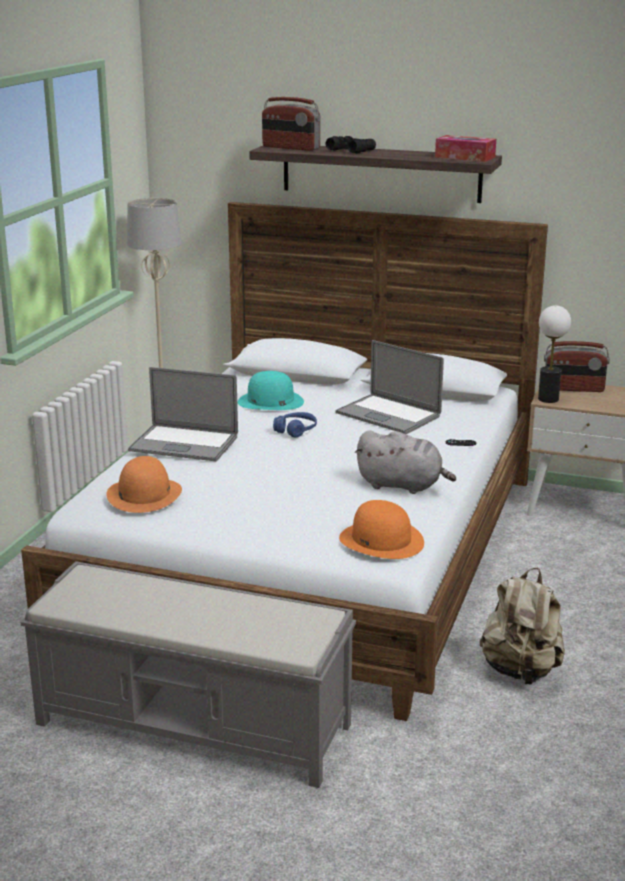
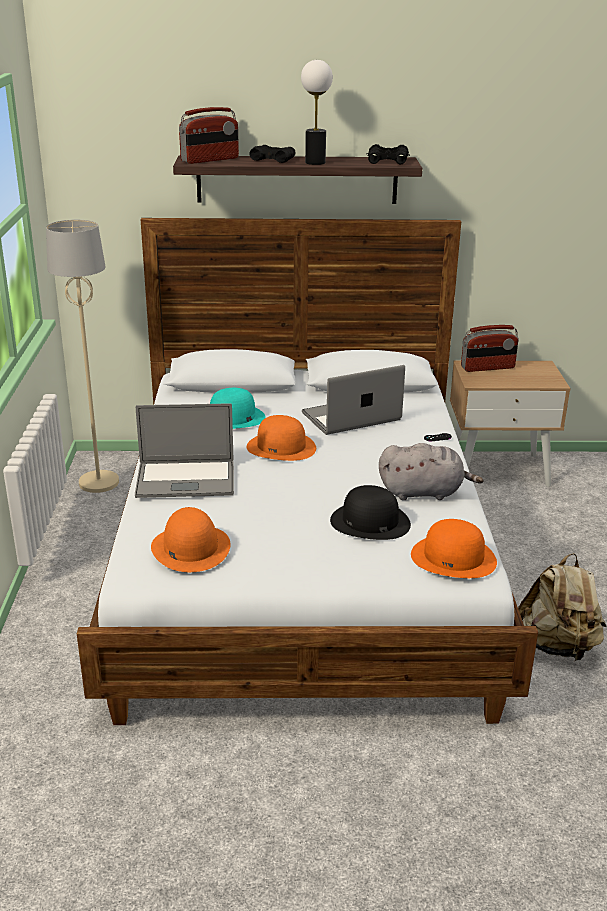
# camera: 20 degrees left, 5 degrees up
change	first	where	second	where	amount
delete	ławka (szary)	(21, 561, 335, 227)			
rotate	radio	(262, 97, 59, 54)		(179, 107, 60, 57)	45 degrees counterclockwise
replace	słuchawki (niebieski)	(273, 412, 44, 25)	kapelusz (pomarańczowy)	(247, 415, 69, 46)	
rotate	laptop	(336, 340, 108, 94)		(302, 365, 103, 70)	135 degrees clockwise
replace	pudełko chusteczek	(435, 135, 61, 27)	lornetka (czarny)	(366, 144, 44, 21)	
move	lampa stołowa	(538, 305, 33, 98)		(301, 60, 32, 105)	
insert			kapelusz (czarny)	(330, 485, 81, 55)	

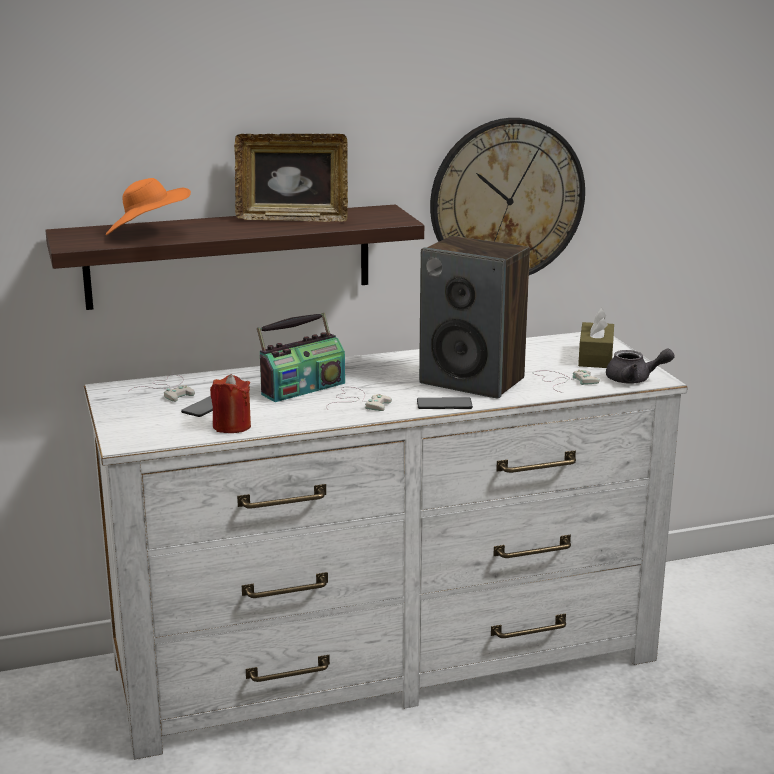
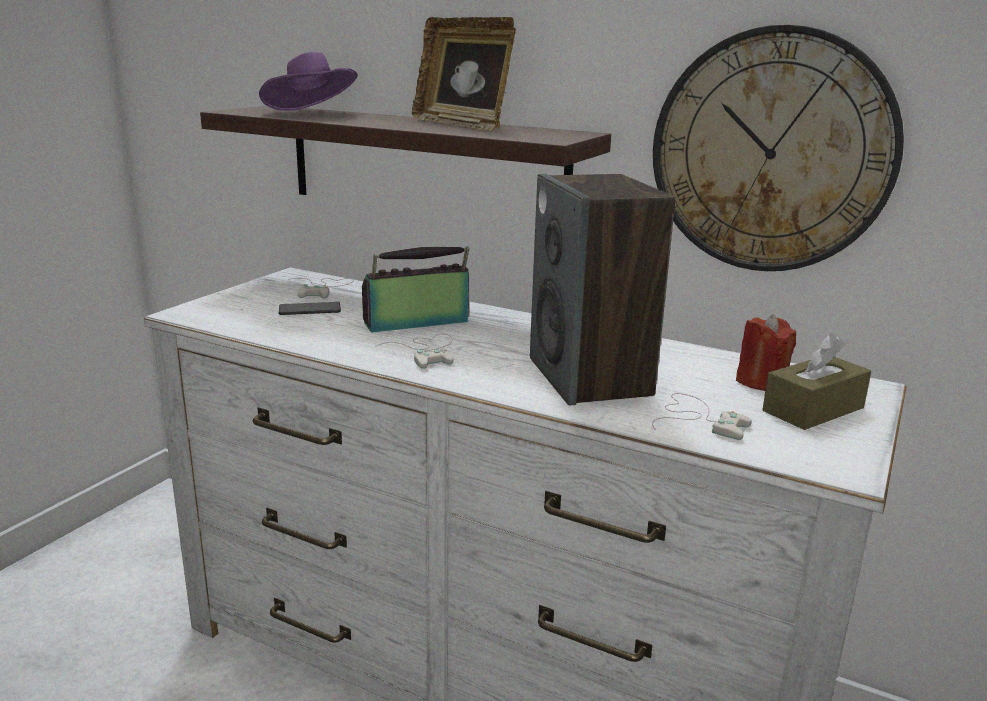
# camera: 45 degrees right, 0 degrees up
change	first	where	second	where	amount
recolor	kapelusz (pomarańczowy)	(106, 178, 85, 57)	kapelusz (fioletowy)	(259, 52, 99, 59)	
move	świeca (czerwony)	(210, 374, 41, 59)		(736, 314, 61, 77)	
rotate	radio	(257, 313, 88, 89)		(362, 247, 107, 86)	150 degrees clockwise
delete	telefon	(417, 397, 56, 12)			
delete	imbryk (szary)	(606, 348, 69, 36)			

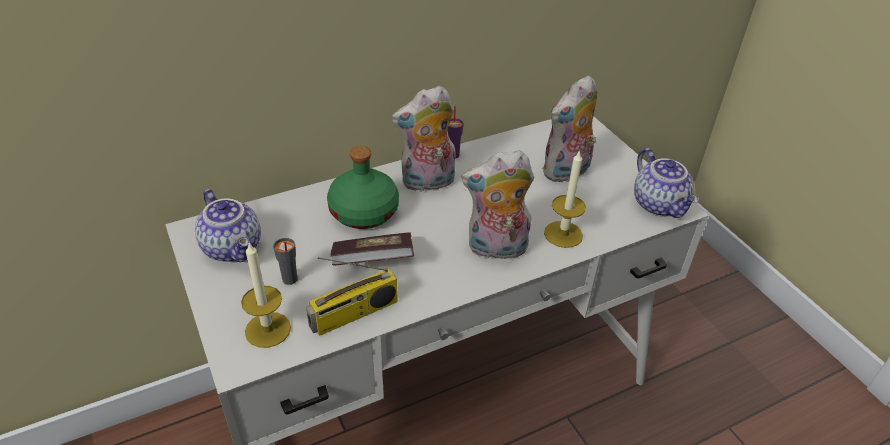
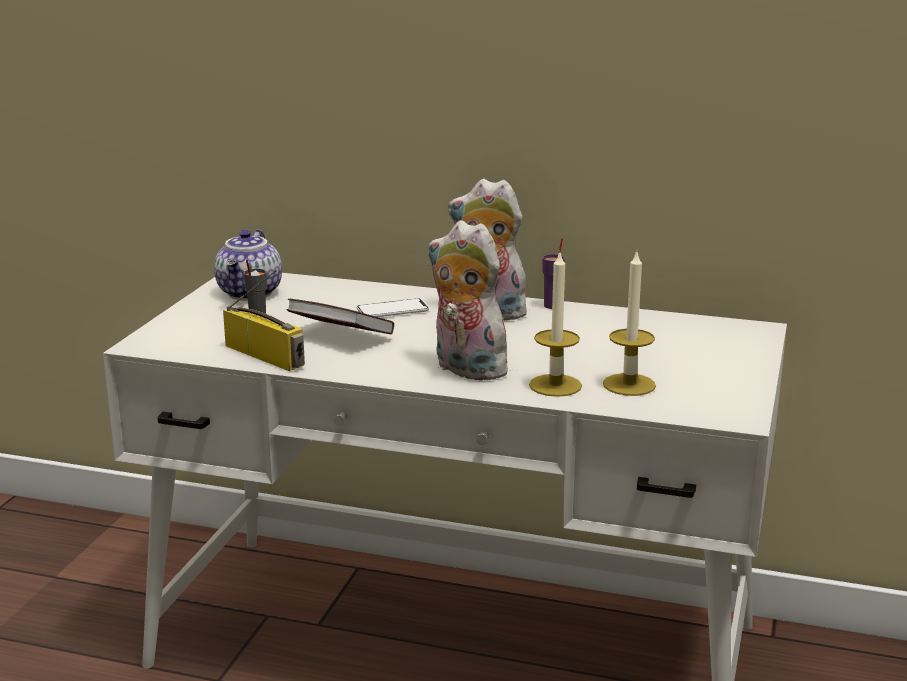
# camera: 45 degrees right, 20 degrees down
change	first	where	second	where	amount
move	świeca	(241, 242, 50, 106)		(603, 250, 53, 146)	
rotate	radio	(306, 257, 92, 79)		(223, 270, 82, 101)	150 degrees counterclockwise
replace	butelka (zielony)	(327, 146, 72, 83)	telefon	(356, 298, 73, 19)	
delete	pluszak	(542, 75, 55, 107)			
delete	imbryk	(634, 148, 65, 70)			

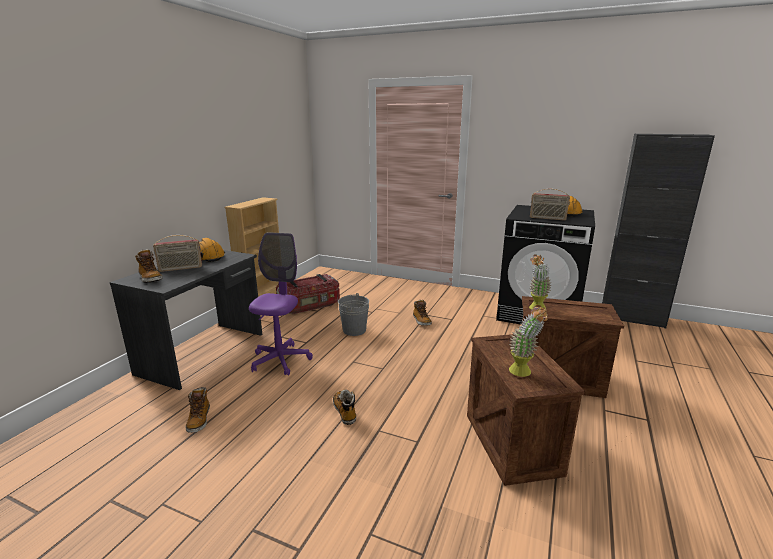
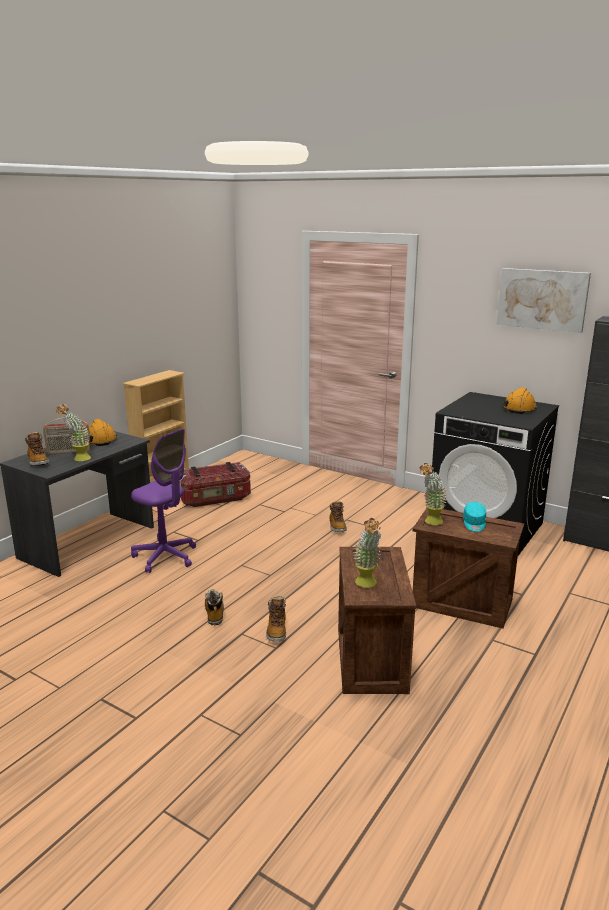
# camera: 10 degrees right, 0 degrees up
change	first	where	second	where	amount
move	but z cholewką	(185, 387, 25, 46)		(266, 596, 20, 46)	
rotate	krzesło biurowe (fioletowy)	(249, 232, 64, 143)		(131, 428, 65, 145)	105 degrees clockwise
delete	wiadro (szary)	(338, 293, 31, 43)			
delete	radio	(530, 189, 40, 32)			
insert			roślina doniczkowa	(56, 404, 35, 57)	
insert			czapka z daszkiem (turkusowy)	(463, 502, 23, 30)	
insert			obraz	(496, 268, 95, 65)	

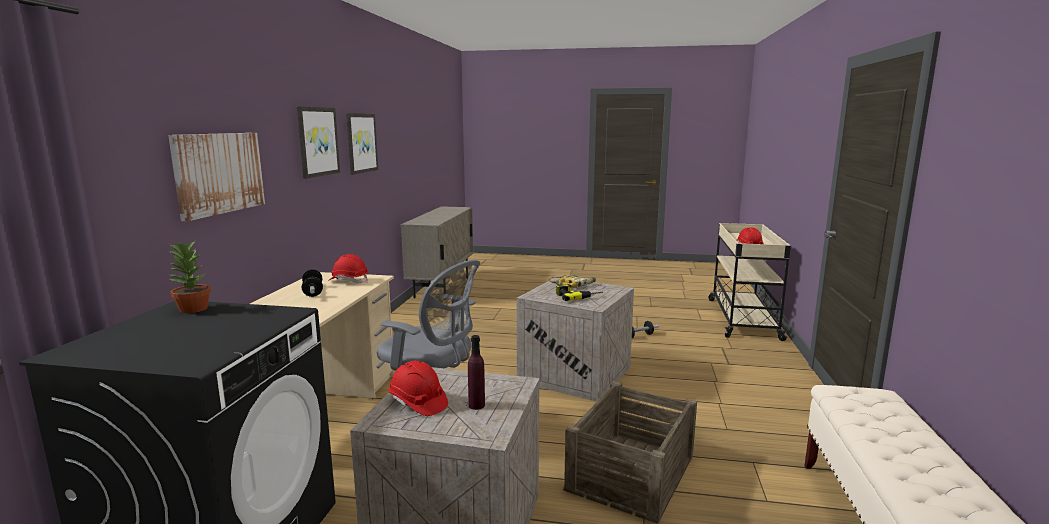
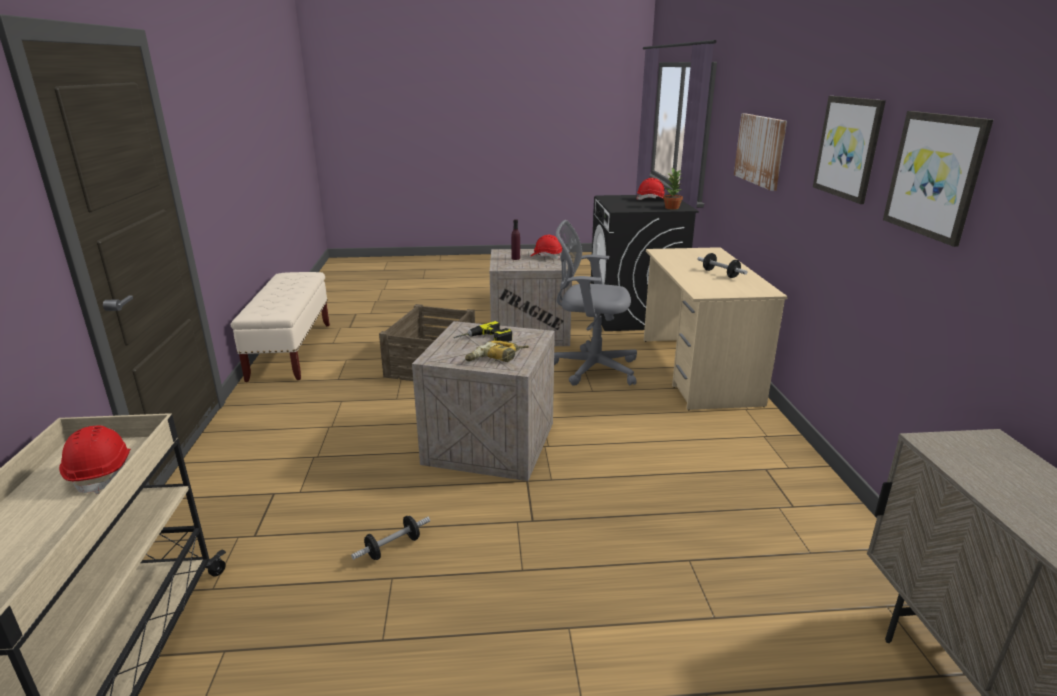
# camera: 165 degrees right, 10 degrees up
change	first	where	second	where	amount
move	kask (czerwony)	(328, 254, 40, 29)		(636, 178, 29, 22)	

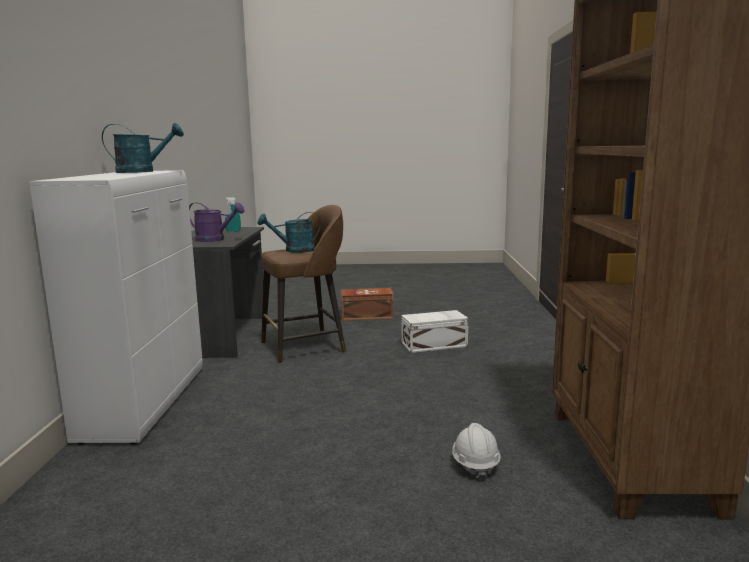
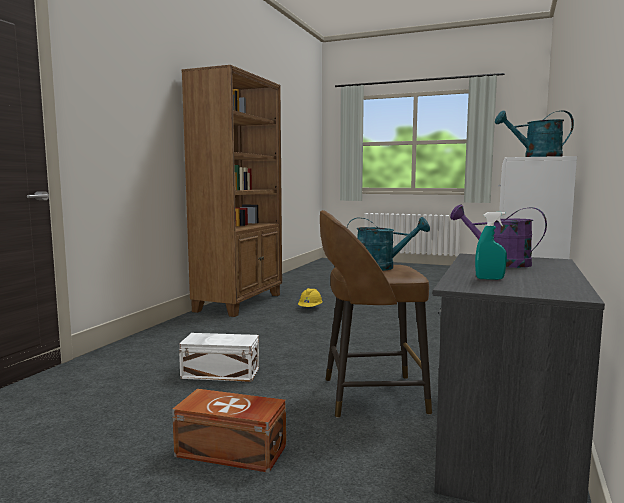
# camera: 160 degrees left, 5 degrees down
change	first	where	second	where	amount
recolor	kask (biały)	(452, 423, 49, 57)	kask (żółty)	(298, 288, 25, 19)	

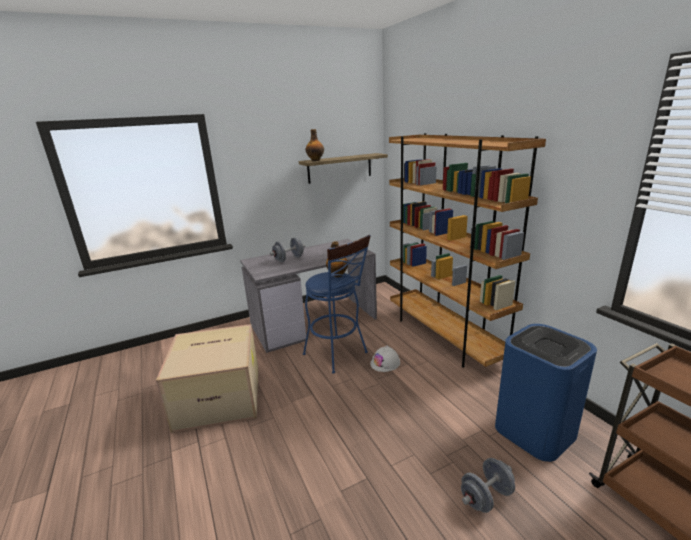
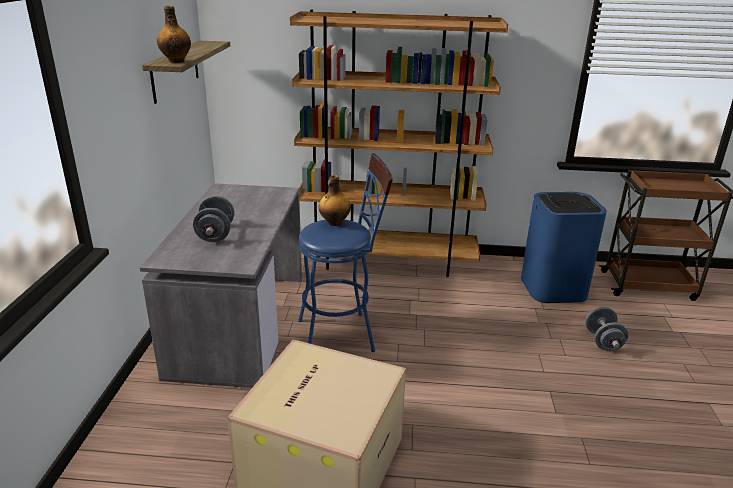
# camera: 60 degrees left, 5 degrees up
change	first	where	second	where	amount
delete	kask (biały)	(370, 345, 30, 27)			

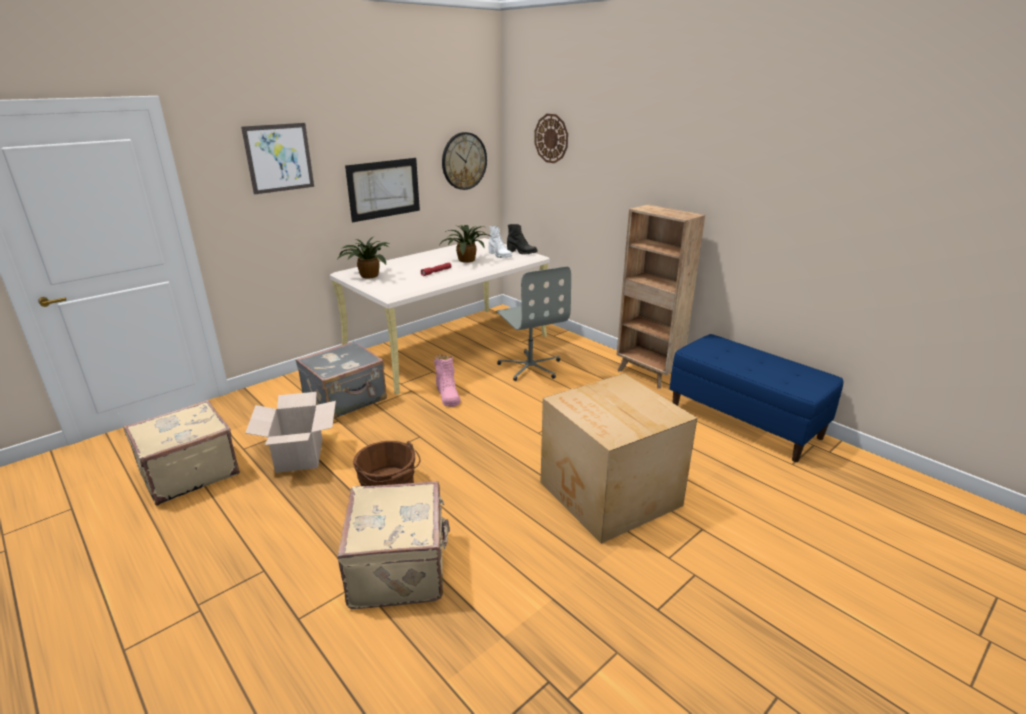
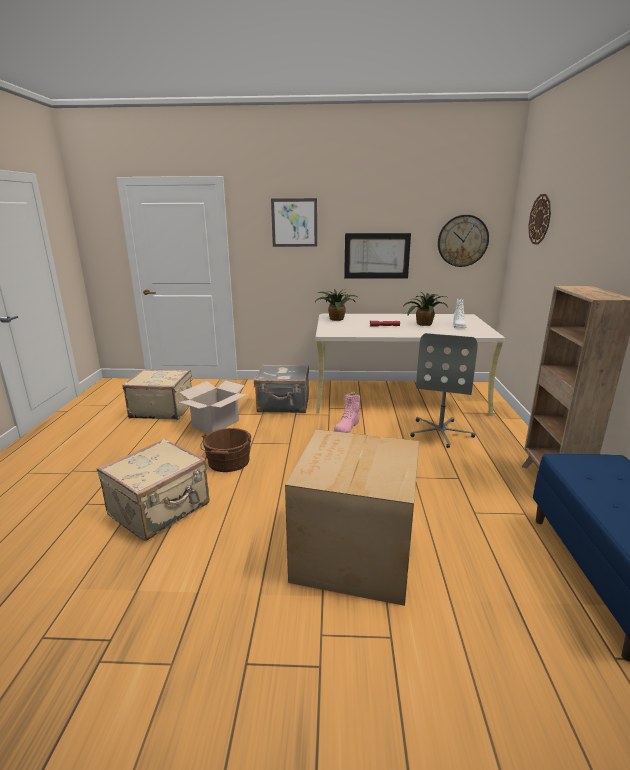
# camera: 45 degrees right, 5 degrees down
change	first	where	second	where	amount
delete	but z cholewką (czarny)	(507, 224, 30, 30)			

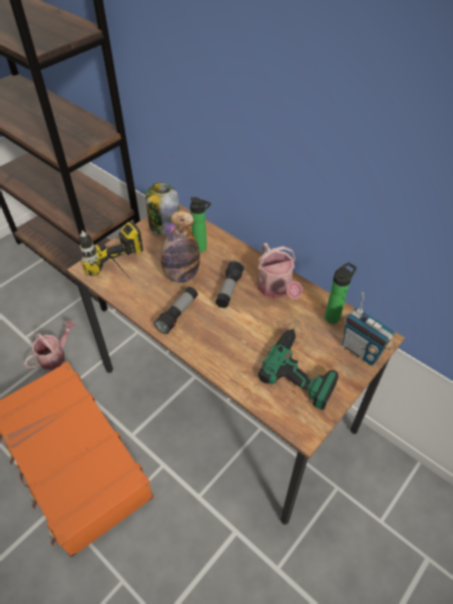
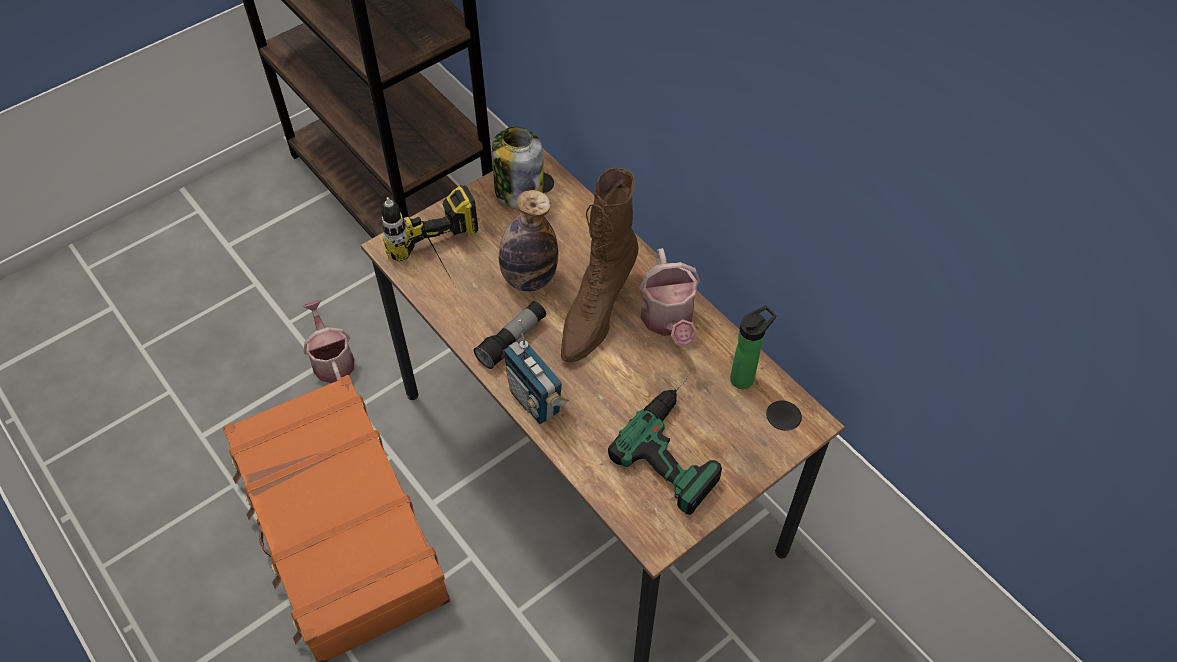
# camera: 10 degrees right, 5 degrees up
change	first	where	second	where	amount
rotate	konewka	(24, 321, 52, 49)		(303, 300, 51, 83)	75 degrees counterclockwise
delete	butelka	(190, 197, 21, 55)			
replace	latarka	(216, 260, 28, 48)	but z cholewką (brązowy)	(561, 168, 78, 195)	
move	radio	(342, 292, 54, 74)		(503, 319, 67, 105)	

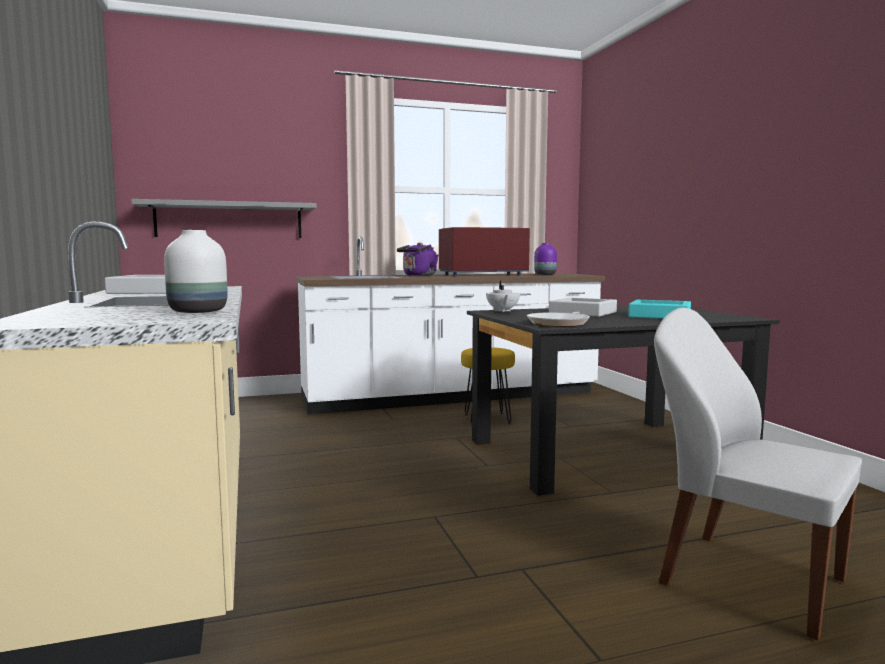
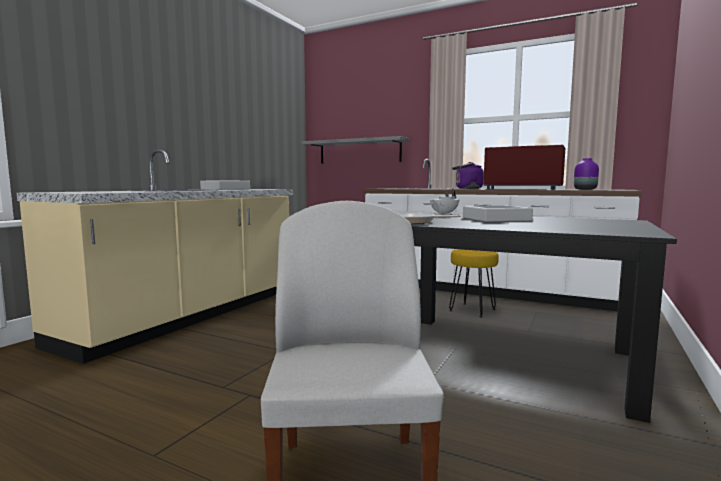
# camera: 45 degrees right, 0 degrees up
change	first	where	second	where	amount
delete	wazon (biały)	(164, 230, 63, 83)			
delete	taca (turkusowy)	(628, 300, 63, 19)			

